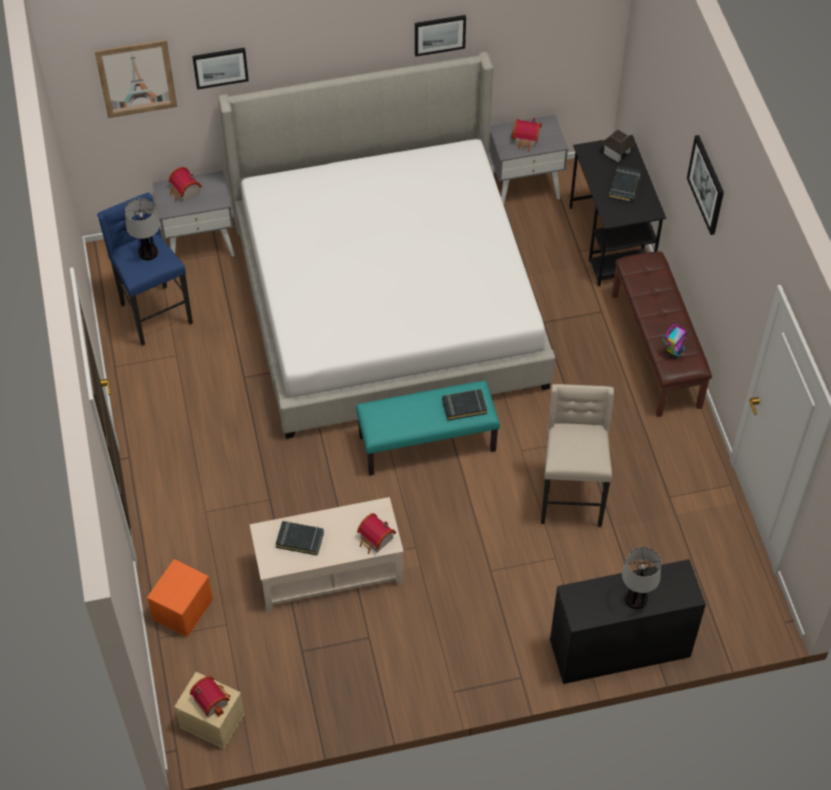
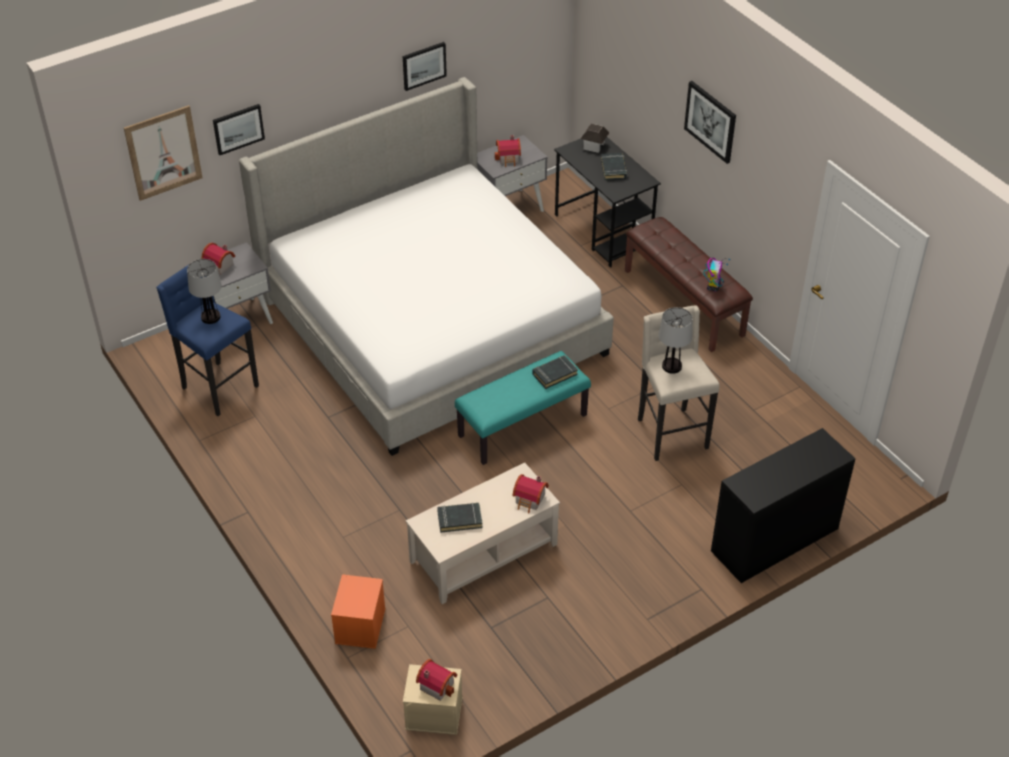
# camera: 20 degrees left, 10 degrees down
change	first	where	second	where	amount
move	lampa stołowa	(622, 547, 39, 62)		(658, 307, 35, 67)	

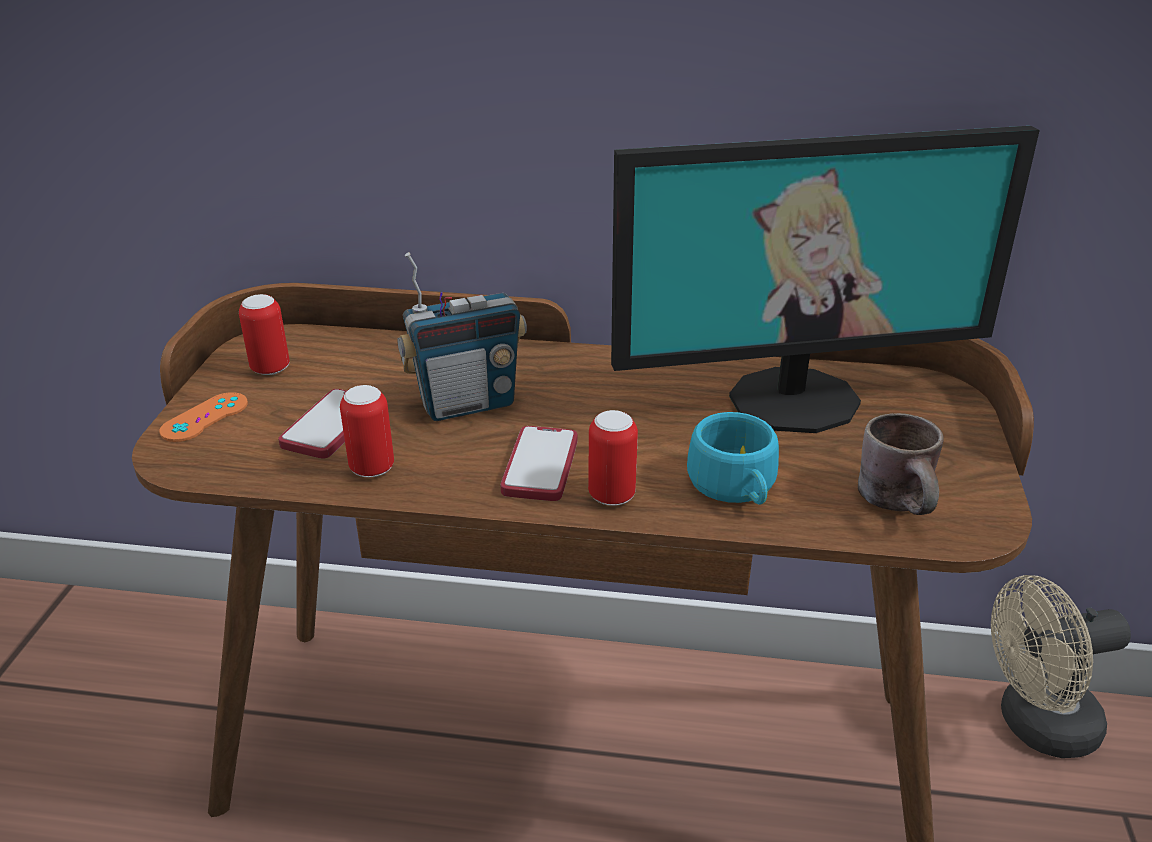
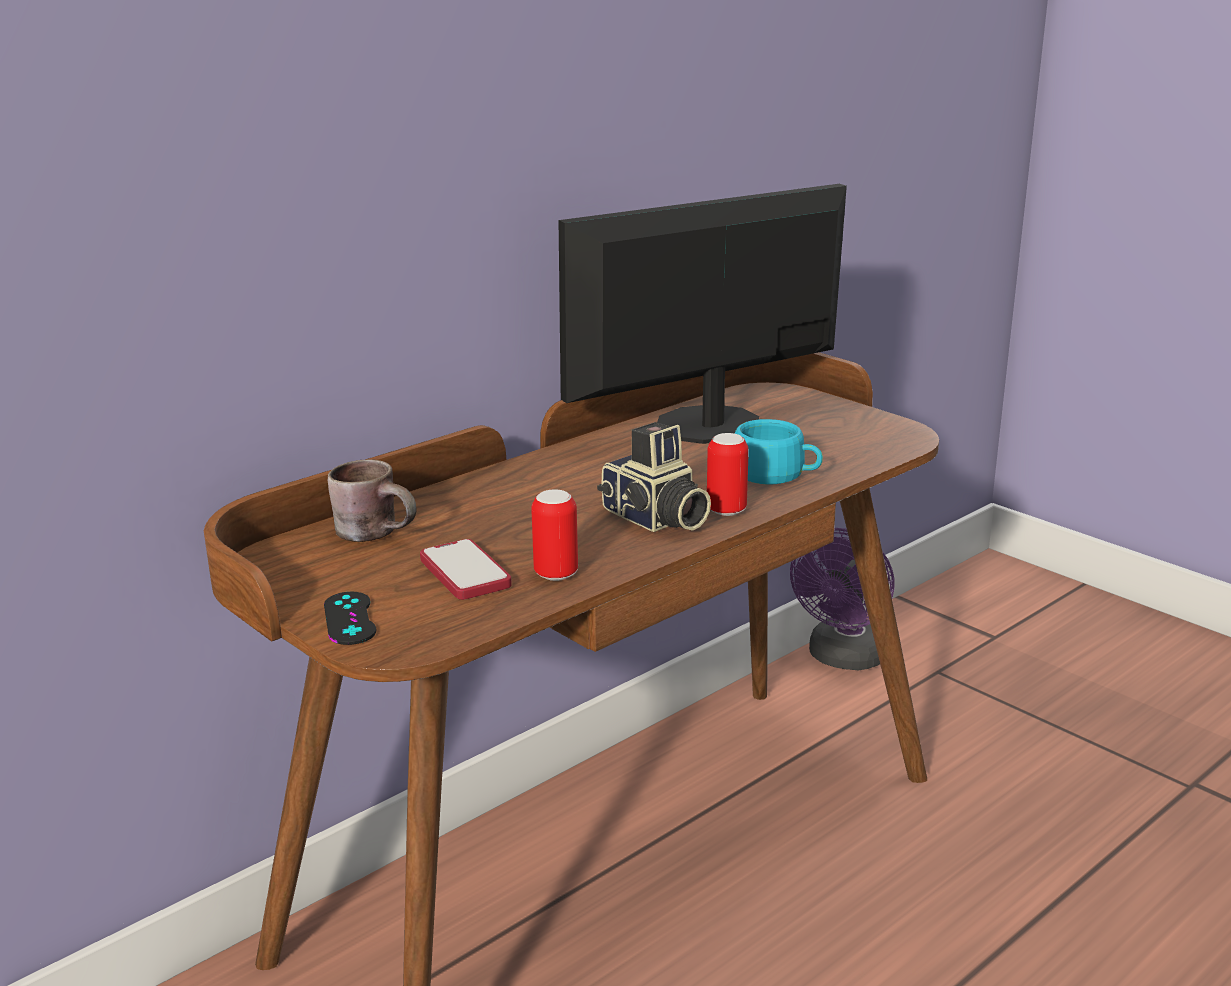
# camera: 50 degrees left, 10 degrees down
change	first	where	second	where	amount
recolor	pad do gier (pomarańczowy)	(159, 392, 89, 50)	pad do gier (czarny)	(324, 592, 52, 53)	
delete	puszka	(239, 294, 51, 81)			
delete	radio	(397, 252, 130, 169)			
replace	telefon	(501, 426, 76, 75)	aparat fotograficzny	(597, 422, 114, 110)	
rotate	monitor	(611, 126, 429, 307)		(559, 184, 288, 260)	150 degrees counterclockwise
move	kubek (brązowy)	(858, 413, 86, 102)		(327, 459, 90, 83)	
recolor	wentylator (beżowy)	(991, 575, 140, 183)	wentylator (fioletowy)	(790, 528, 105, 142)	

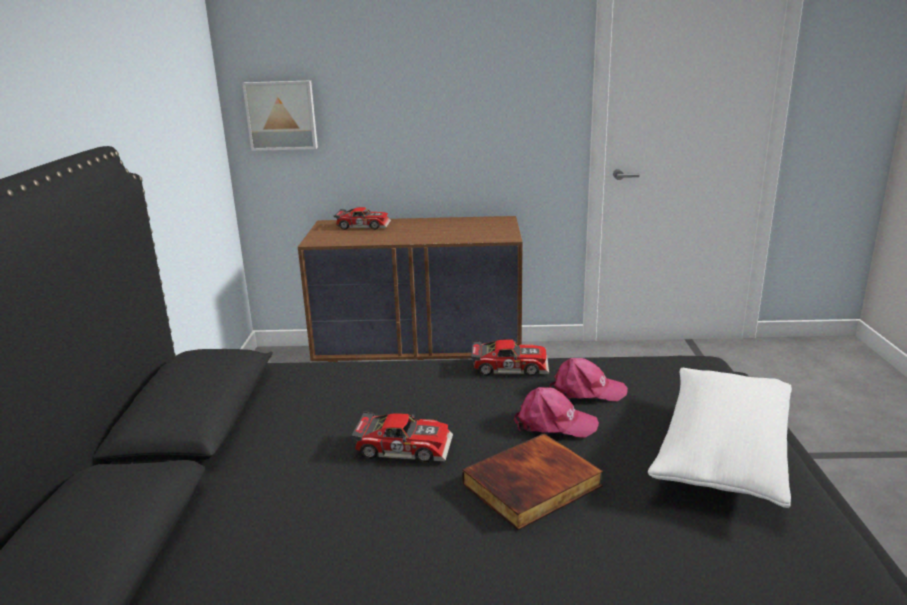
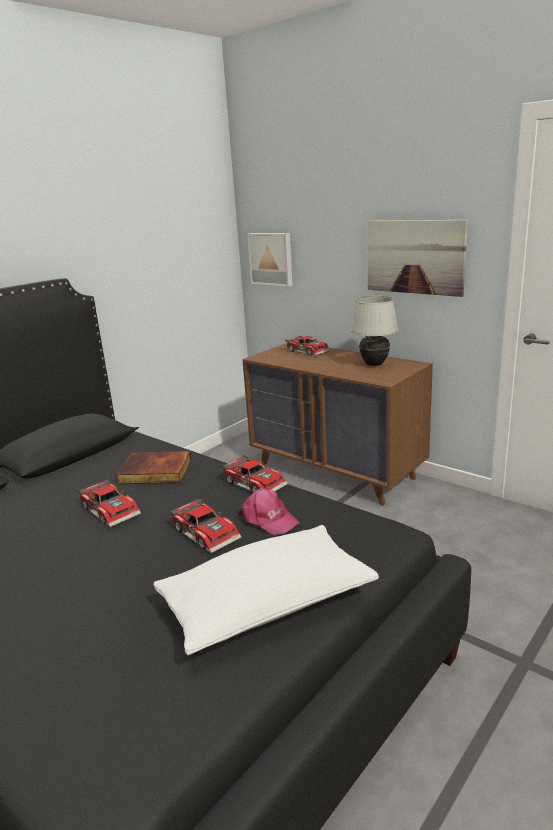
# camera: 40 degrees right, 0 degrees up
change	first	where	second	where	amount
move	książka	(462, 433, 141, 97)		(116, 451, 75, 33)	
replace	czapka z daszkiem (różowy)	(514, 387, 85, 51)	samochodzik	(169, 498, 73, 56)	
insert			lampa stołowa (biały)	(351, 296, 47, 70)	
insert			obraz	(367, 220, 101, 77)	

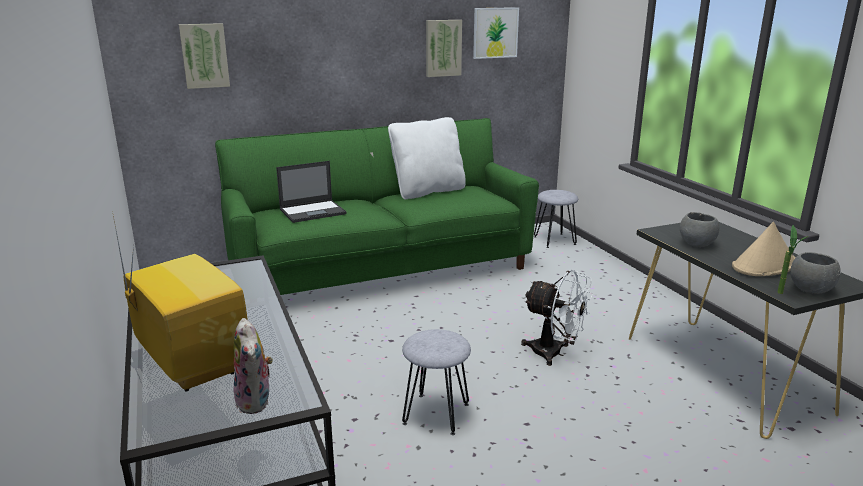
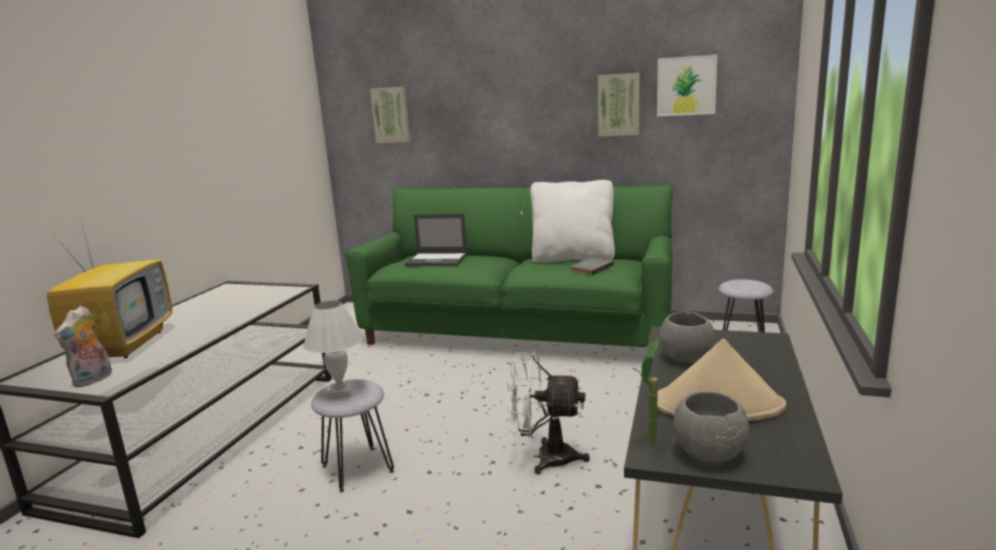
# camera: 40 degrees right, 5 degrees down
change	first	where	second	where	amount
rotate	wentylator (biały)	(521, 270, 72, 96)		(507, 352, 83, 123)	120 degrees clockwise
insert			lampa stołowa (biały)	(303, 300, 60, 99)	
insert			książka (szary)	(570, 258, 44, 17)	

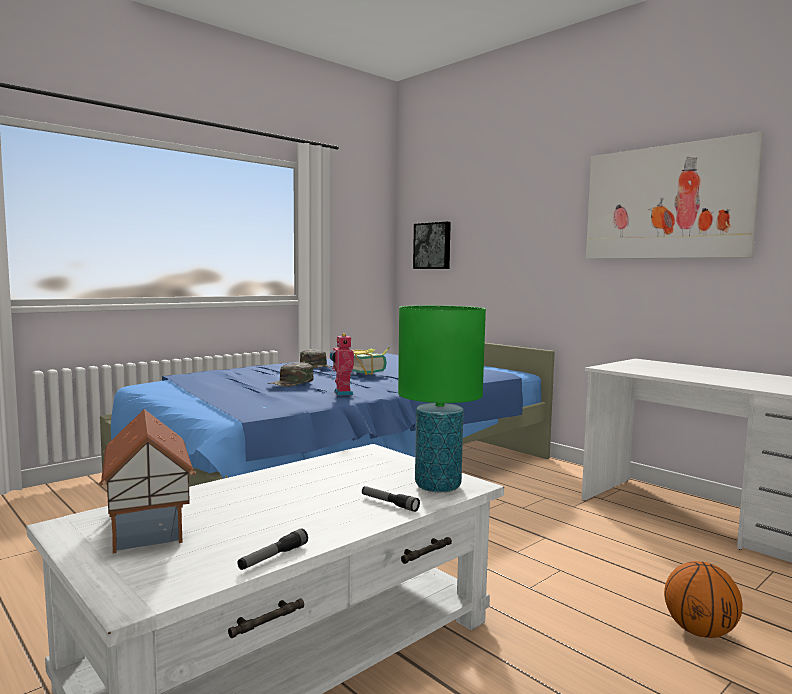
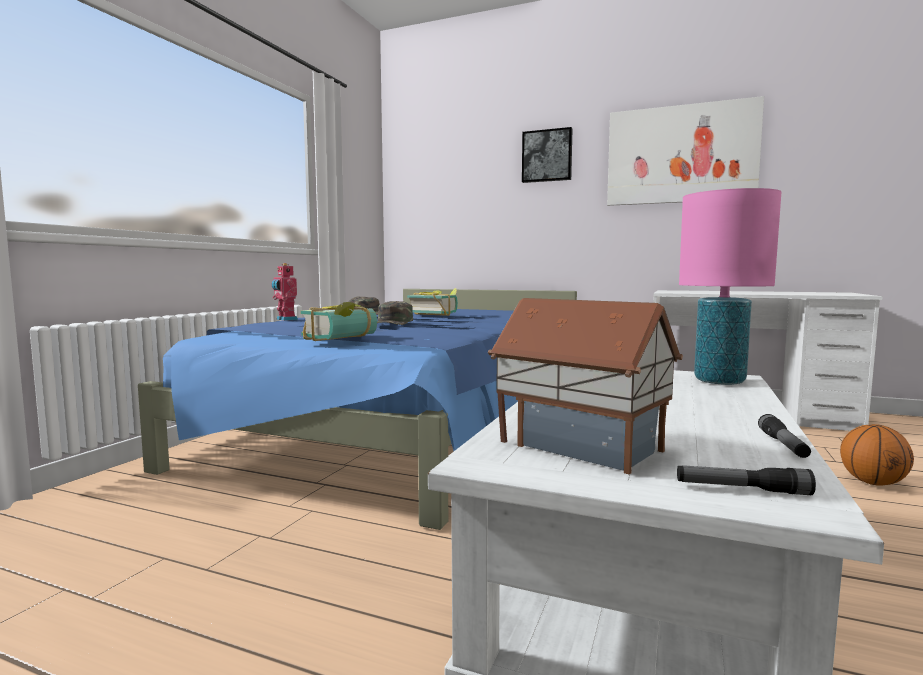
# camera: 25 degrees left, 0 degrees up
change	first	where	second	where	amount
move	robot zabawkowy	(330, 333, 24, 63)		(272, 263, 26, 58)	
move	latarka	(362, 486, 58, 26)		(677, 465, 139, 30)	
recolor	lampa stołowa (zielony)	(398, 305, 88, 187)	lampa stołowa (różowy)	(679, 188, 102, 197)	
move	obraz	(413, 222, 38, 47)		(522, 127, 50, 56)	
insert			książka	(300, 302, 77, 39)	

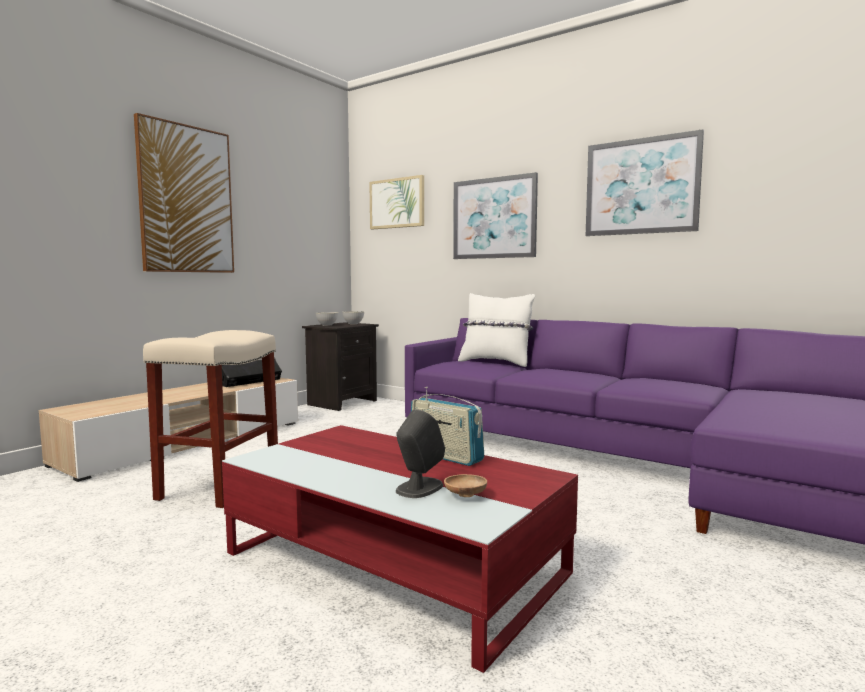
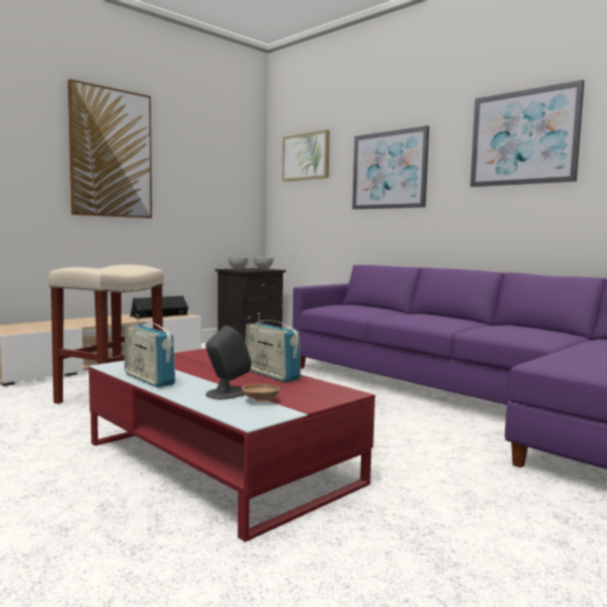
# camera: 10 degrees right, 0 degrees up
change	first	where	second	where	amount
delete	poduszka (biały)	(458, 293, 77, 74)			
insert			radio	(124, 314, 51, 74)	

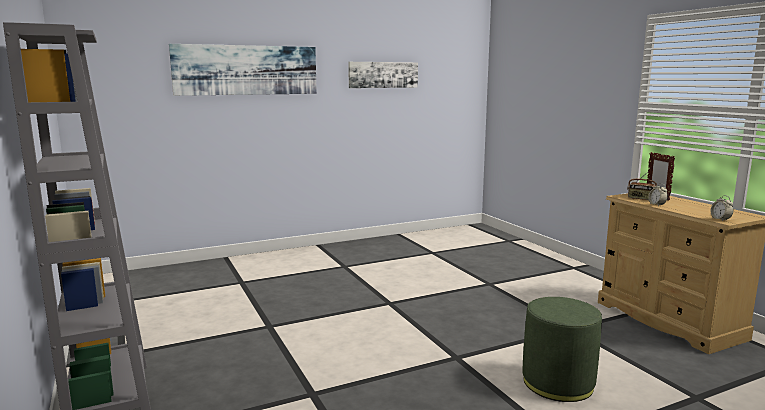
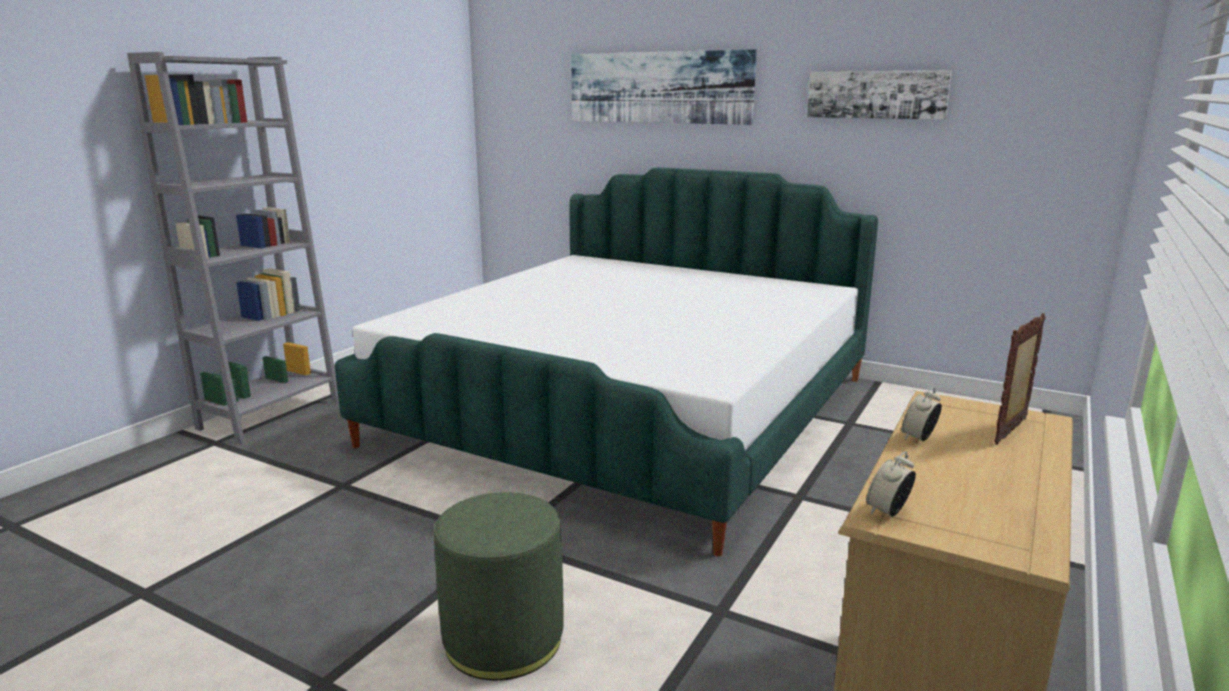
# camera: 55 degrees right, 5 degrees up
change	first	where	second	where	amount
delete	radio	(627, 172, 30, 28)			
insert			łóżko	(335, 167, 543, 389)	

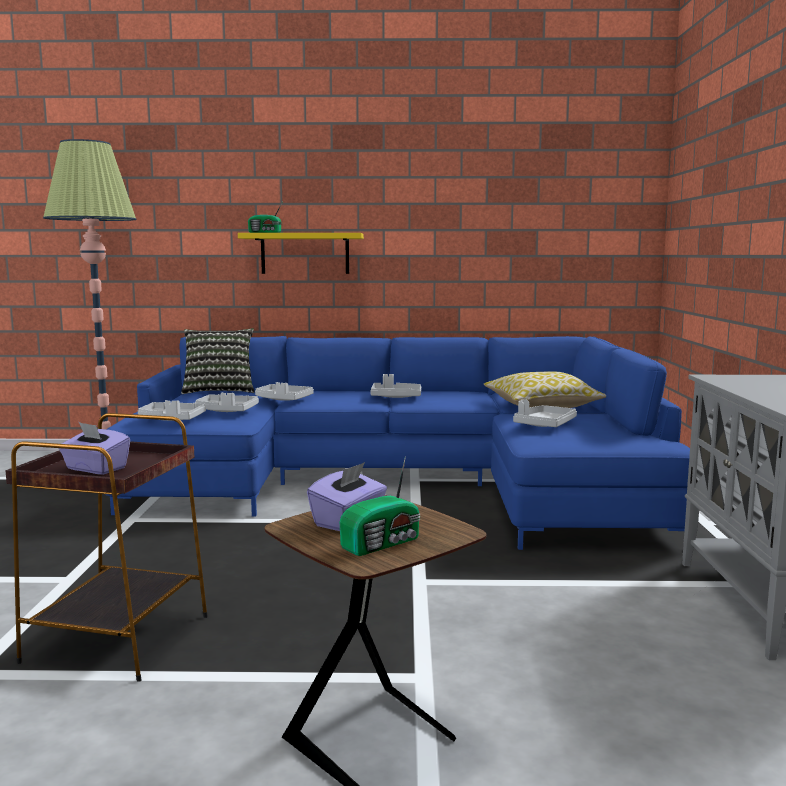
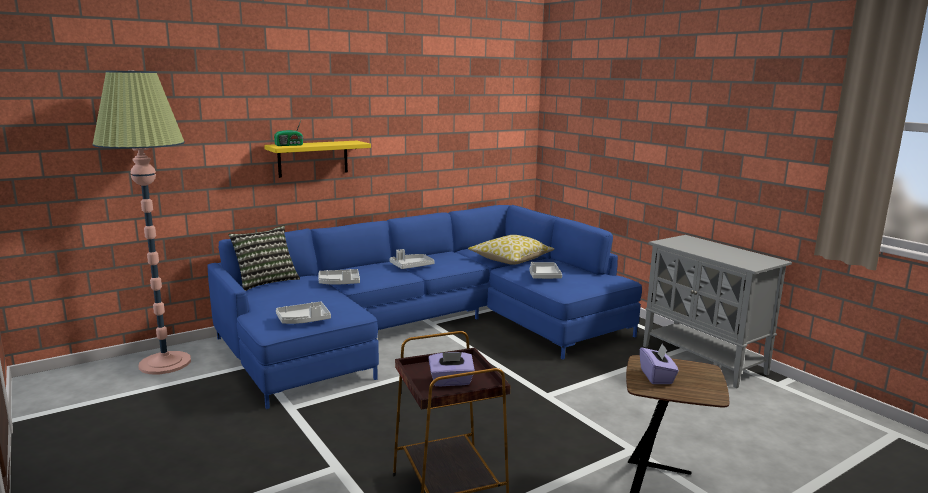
# camera: 35 degrees left, 5 degrees up
change	first	where	second	where	amount
delete	taca (szary)	(195, 392, 64, 20)			
delete	radio	(340, 456, 80, 100)			

